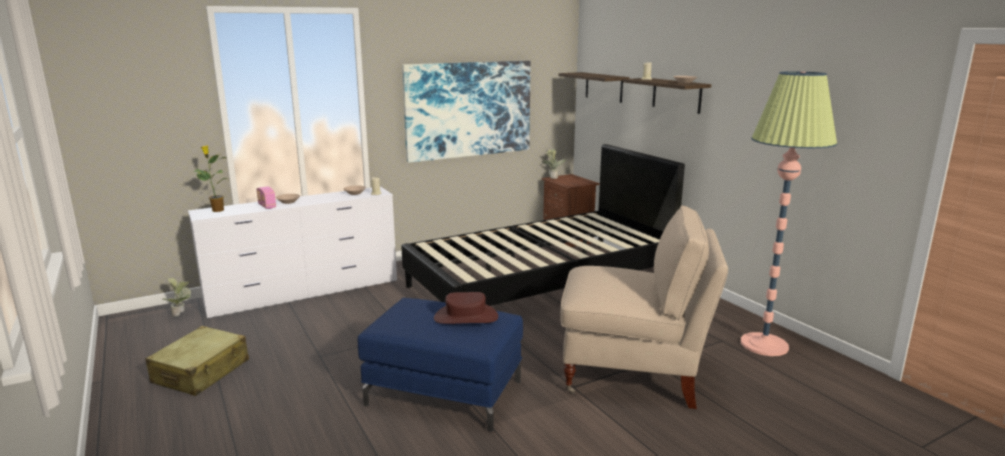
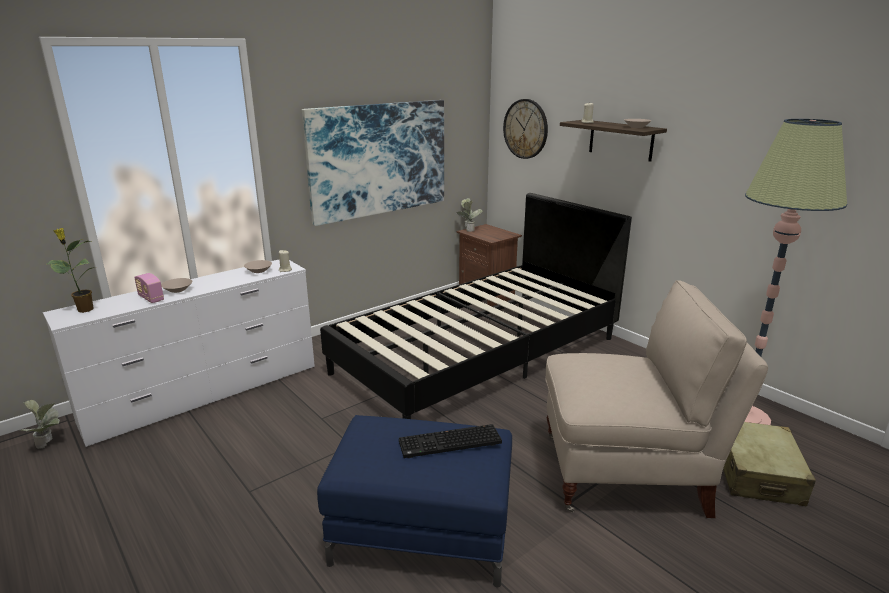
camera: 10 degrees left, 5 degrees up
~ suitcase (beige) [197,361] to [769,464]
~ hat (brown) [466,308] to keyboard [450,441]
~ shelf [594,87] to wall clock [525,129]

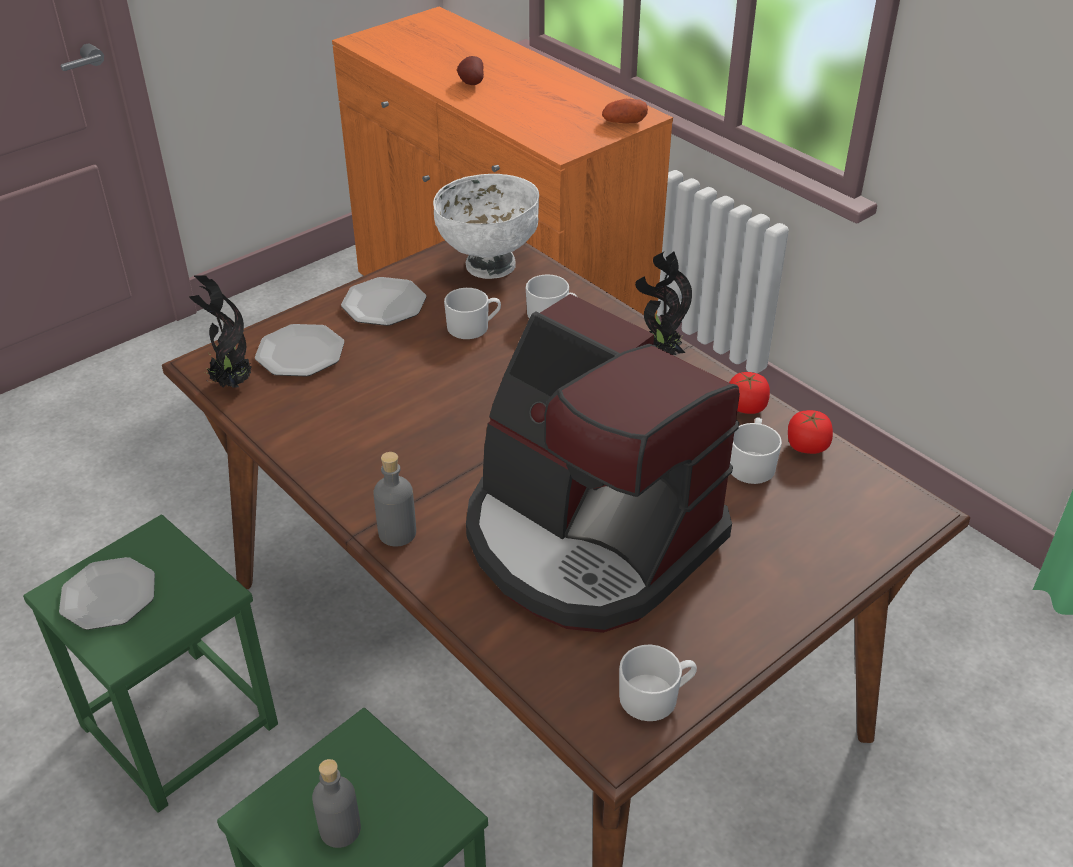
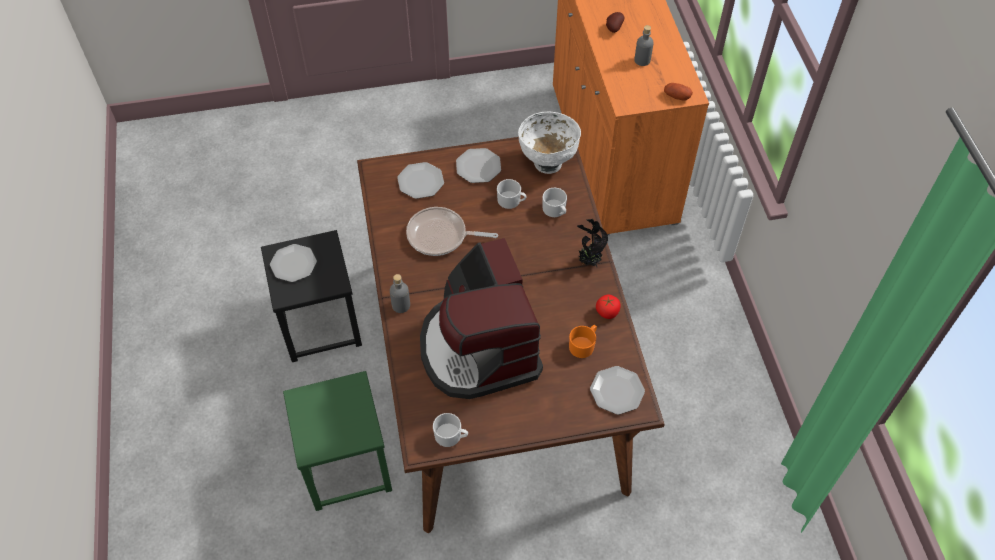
camera: 30 degrees right, 15 degrees up
~ stool (green) [150,664] to stool (black) [311,296]
- potted plant [220,332]
~ bottle (grey) [336,803] to [644,45]
~ mug (white) [756,451] to mug (orange) [583,341]
- tomato [810,432]
+ frying pan [452,231]
+ plate [617,390]

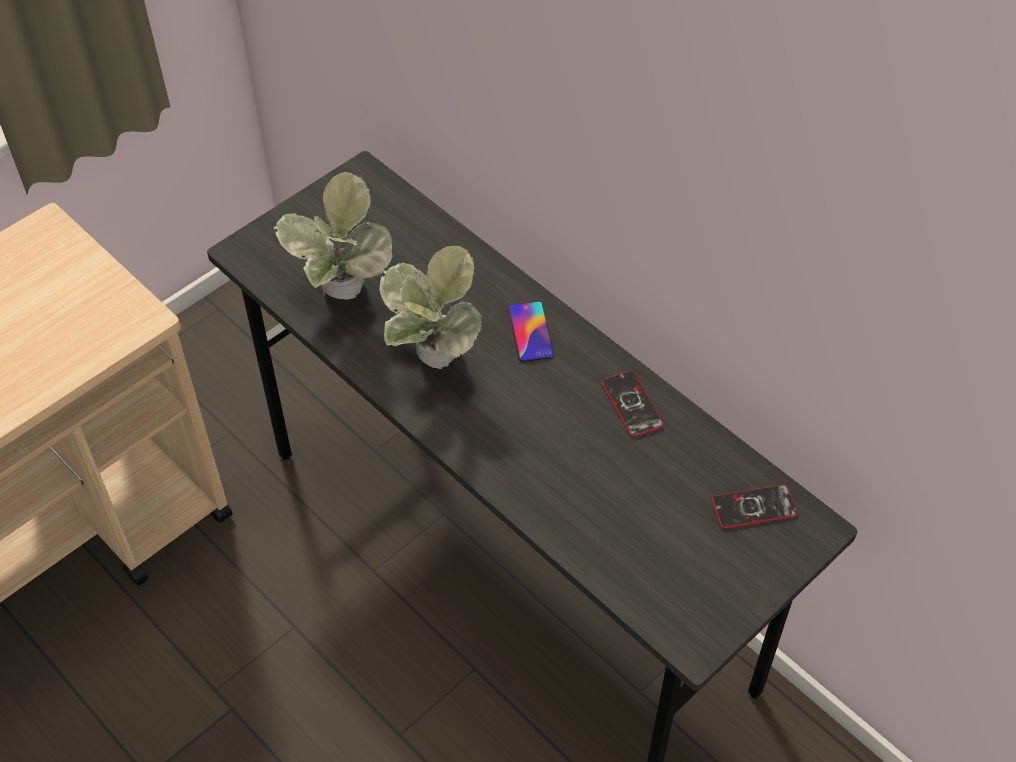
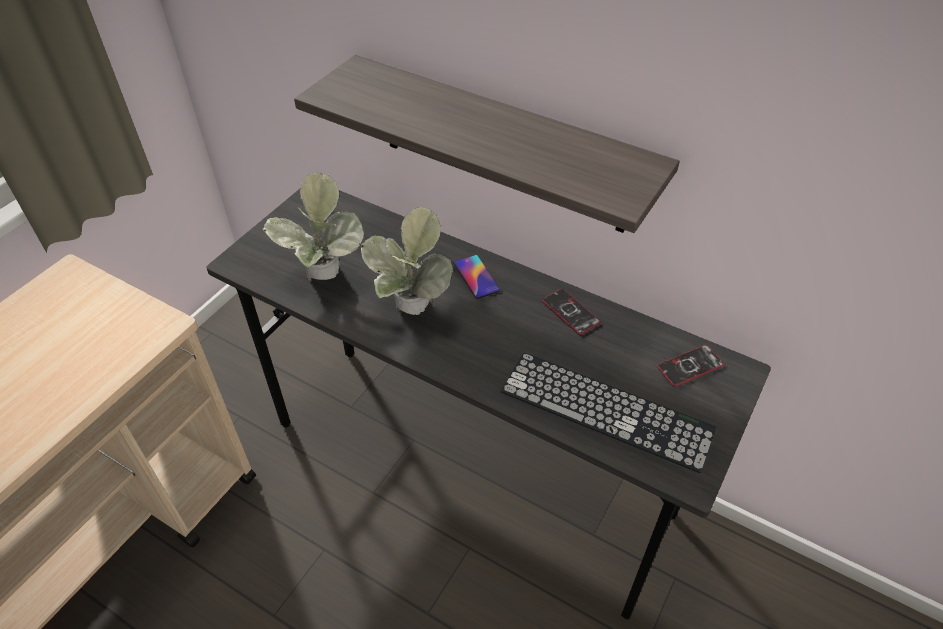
camera: 15 degrees left, 5 degrees down
+ shelf [487,144]
+ keyboard [608,413]

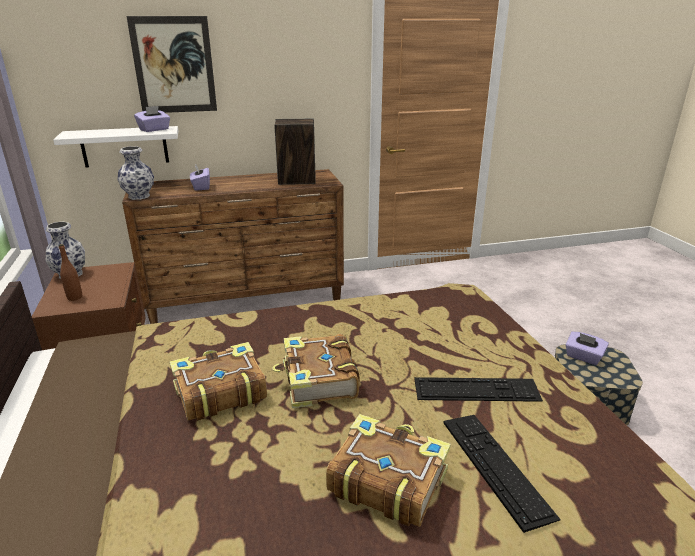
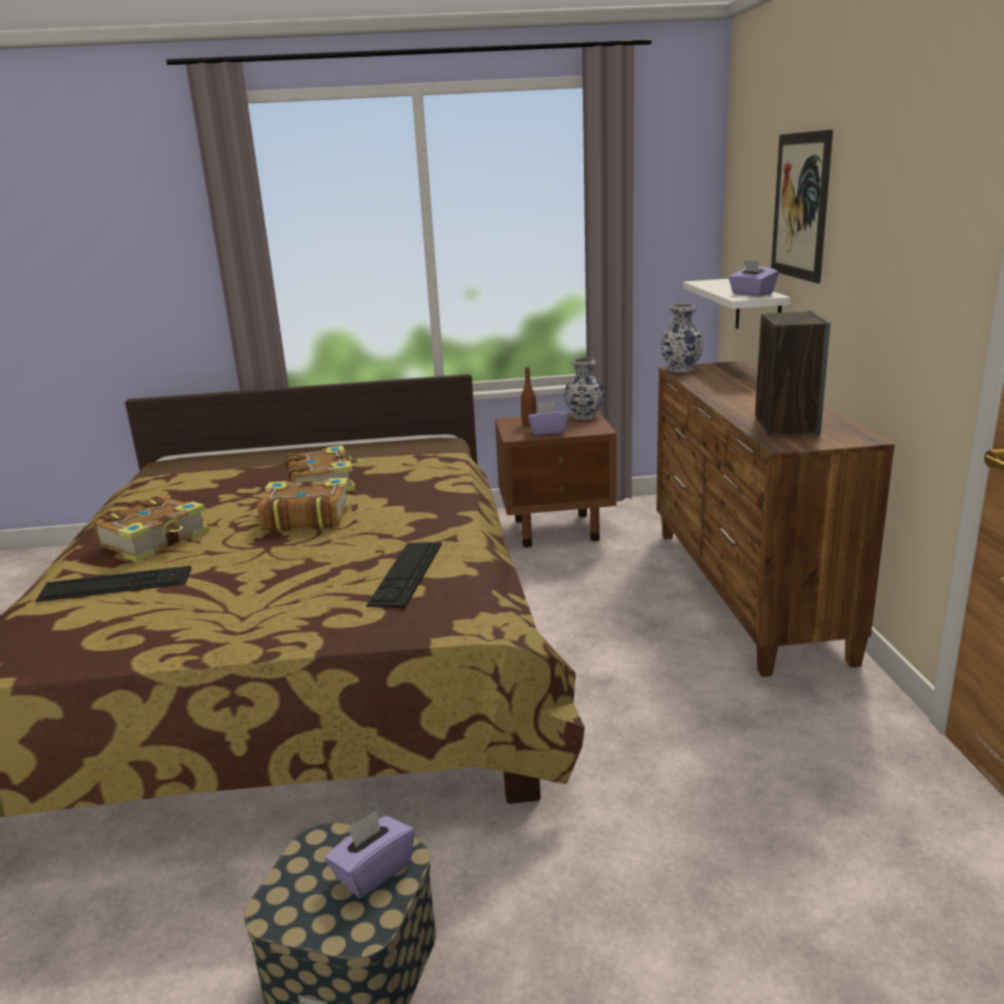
camera: 100 degrees right, 5 degrees down
~ tissue box (purple) [200,177] to [548,418]
~ keyboard [478,389] to [404,575]

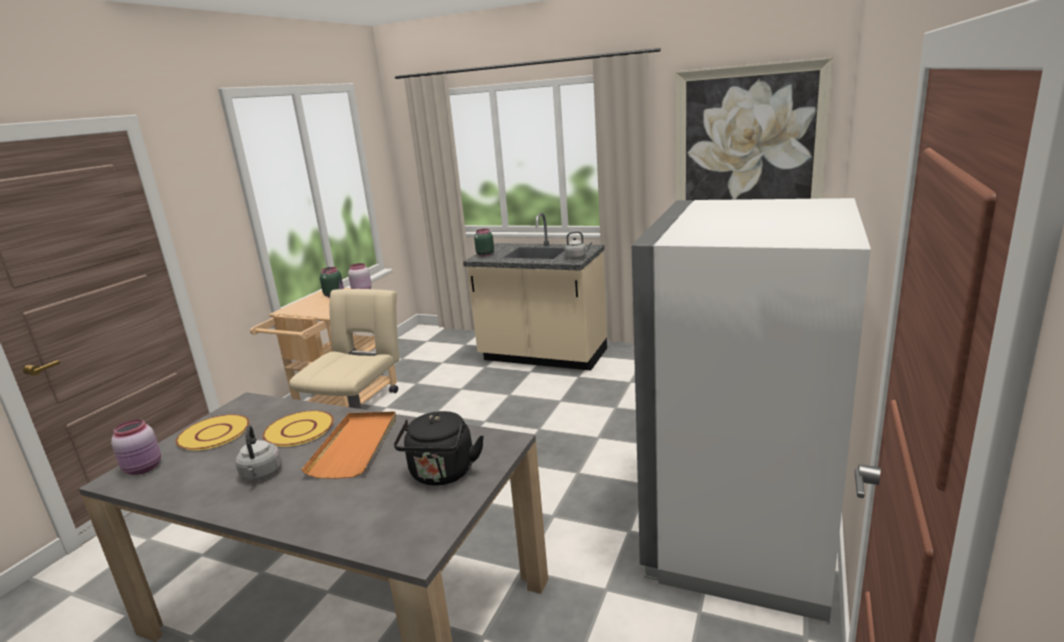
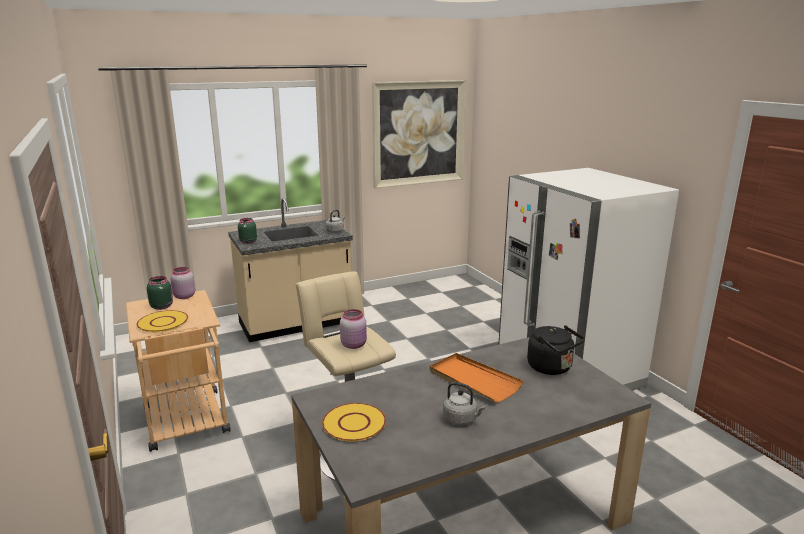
camera: 50 degrees left, 0 degrees up
~ jar (pink) [136,447] to [353,329]
~ plate (yellow) [298,428] to [162,321]

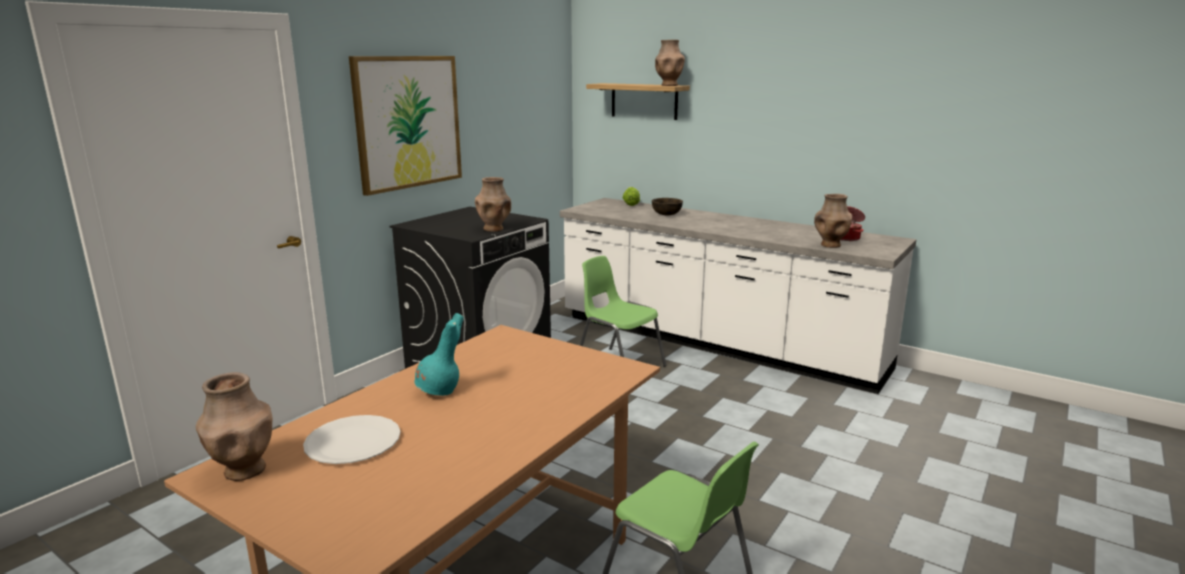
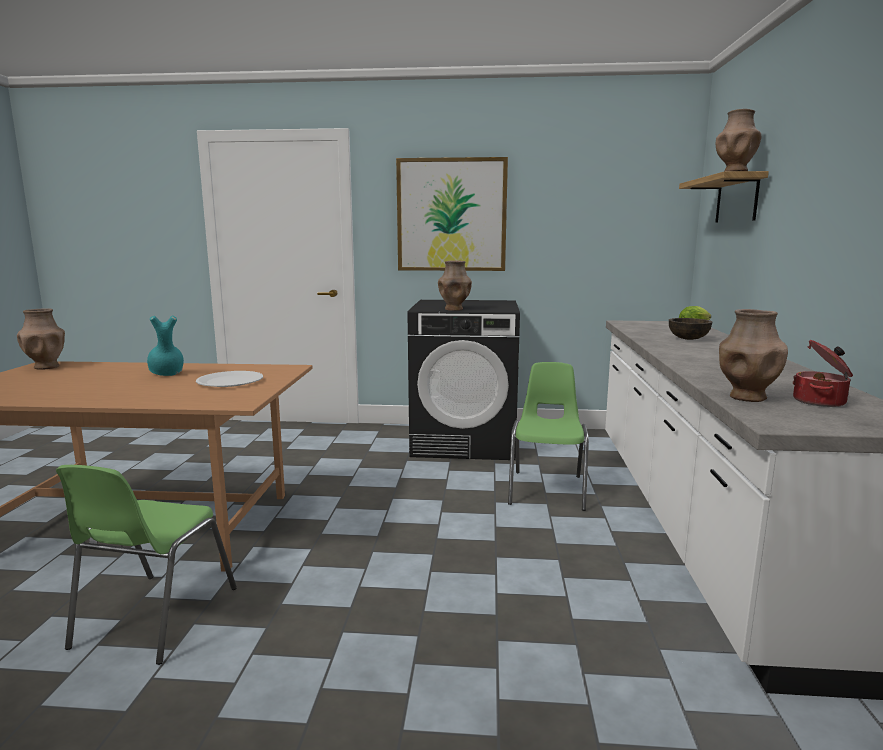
camera: 60 degrees right, 5 degrees down
~ plate (white) [352,439] to [229,379]

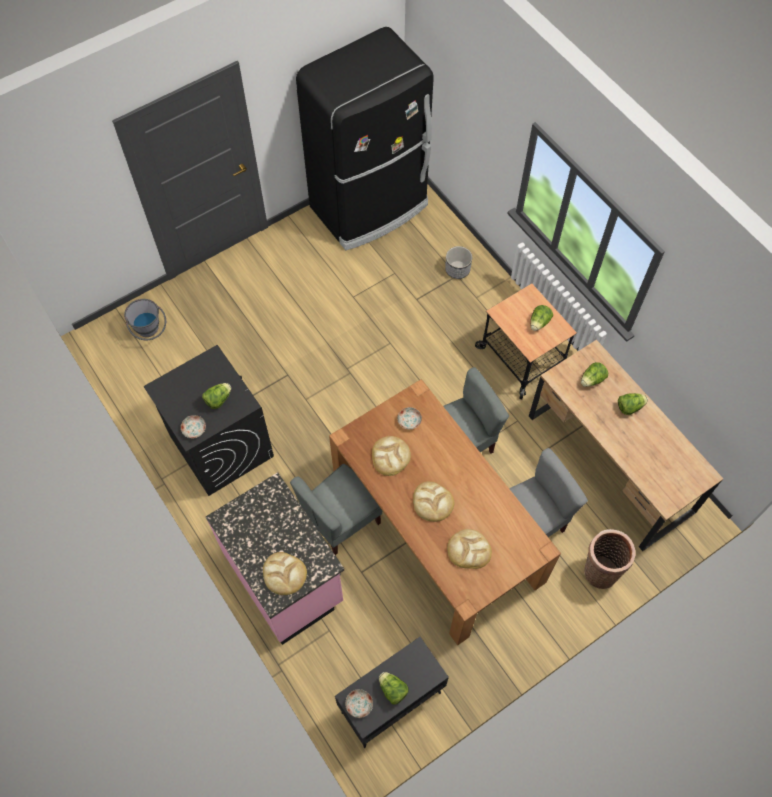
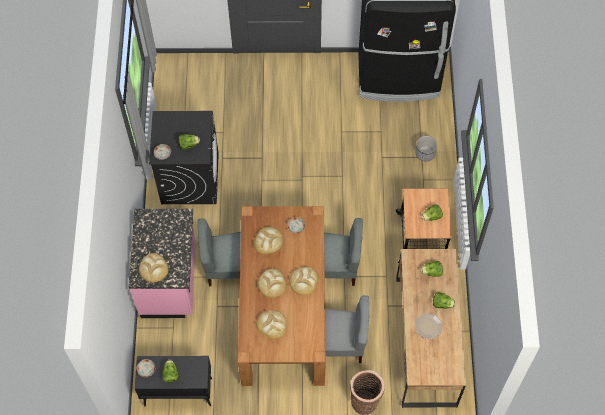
camera: 35 degrees right, 0 degrees up
- bucket (grey) [145,319]
+ bread [304,281]
+ plate [428,326]

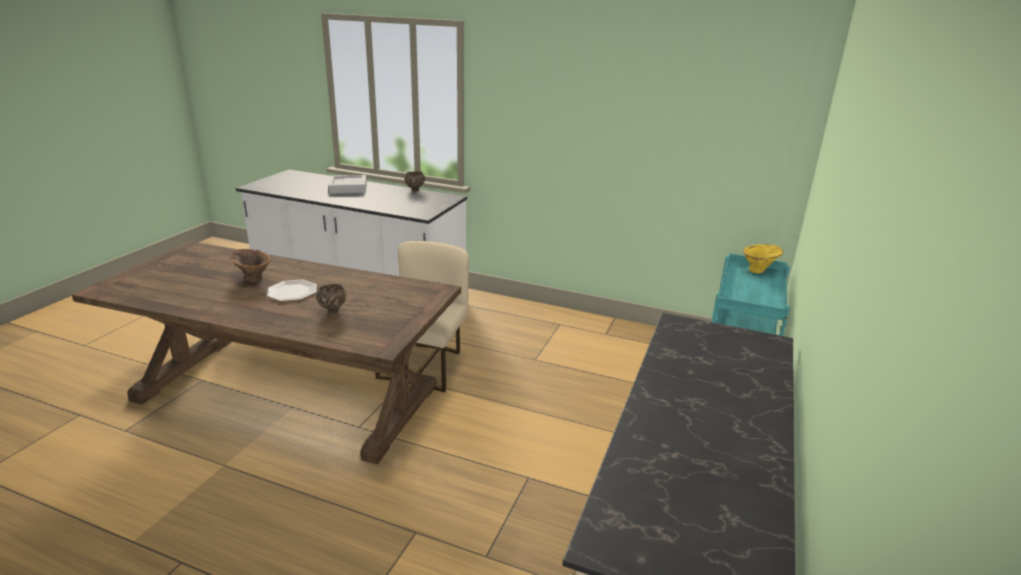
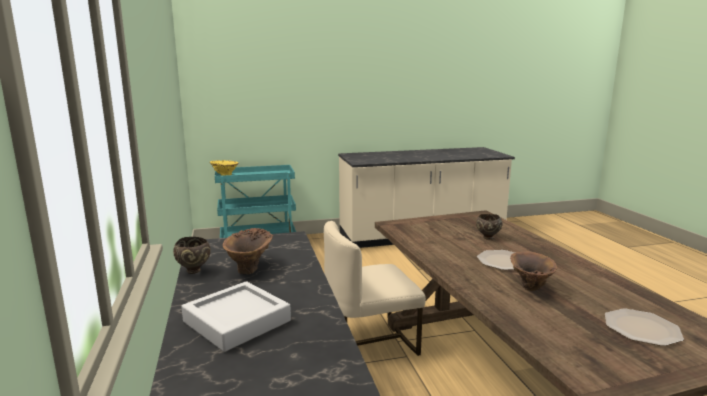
camera: 125 degrees left, 10 degrees down
+ vase (brown) [248,251]
+ plate [644,327]

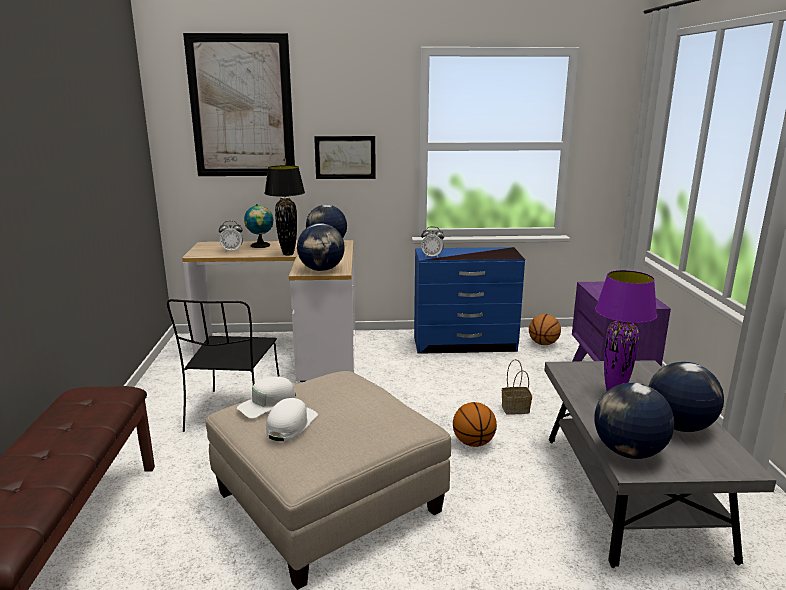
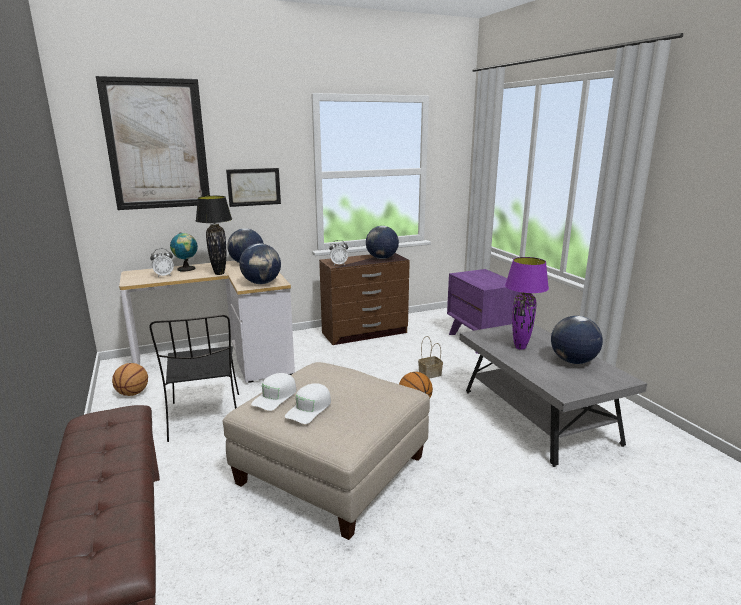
camera: 20 degrees left, 0 degrees up
~ cap (white) [292,419] = [308,403] 150 degrees counterclockwise
~ dresser (blue) [469,300] to dresser (brown) [364,299]
~ basketball [545,329] to [130,379]
~ globe [635,421] to [382,242]

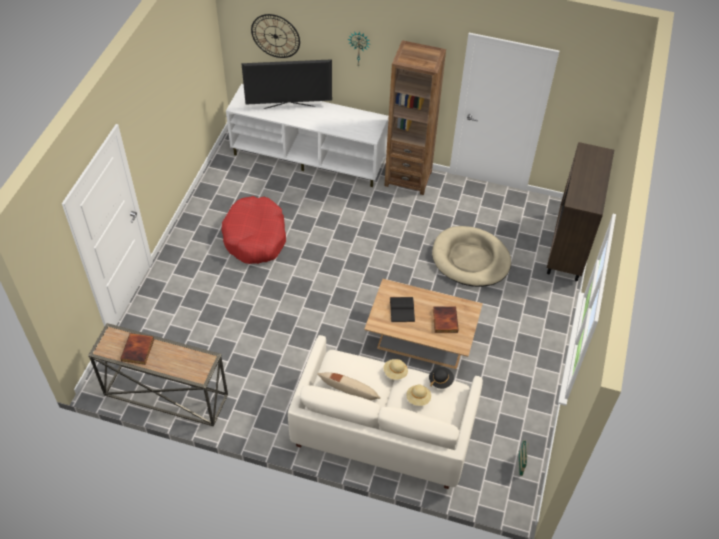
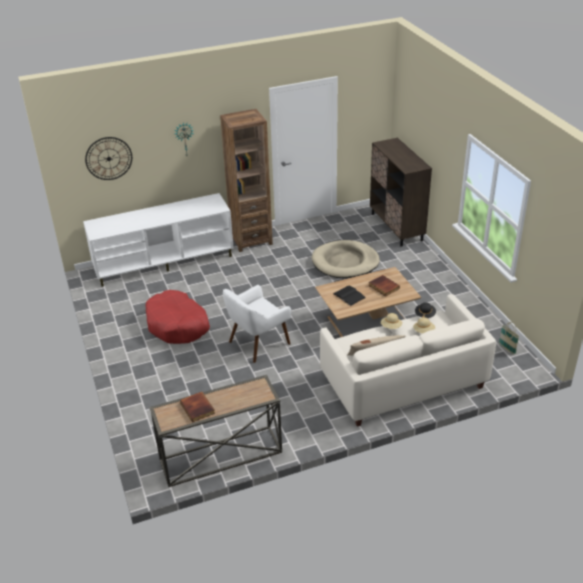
camera: 35 degrees left, 15 degrees down
- television [286,84]
+ armchair (white) [257,324]

